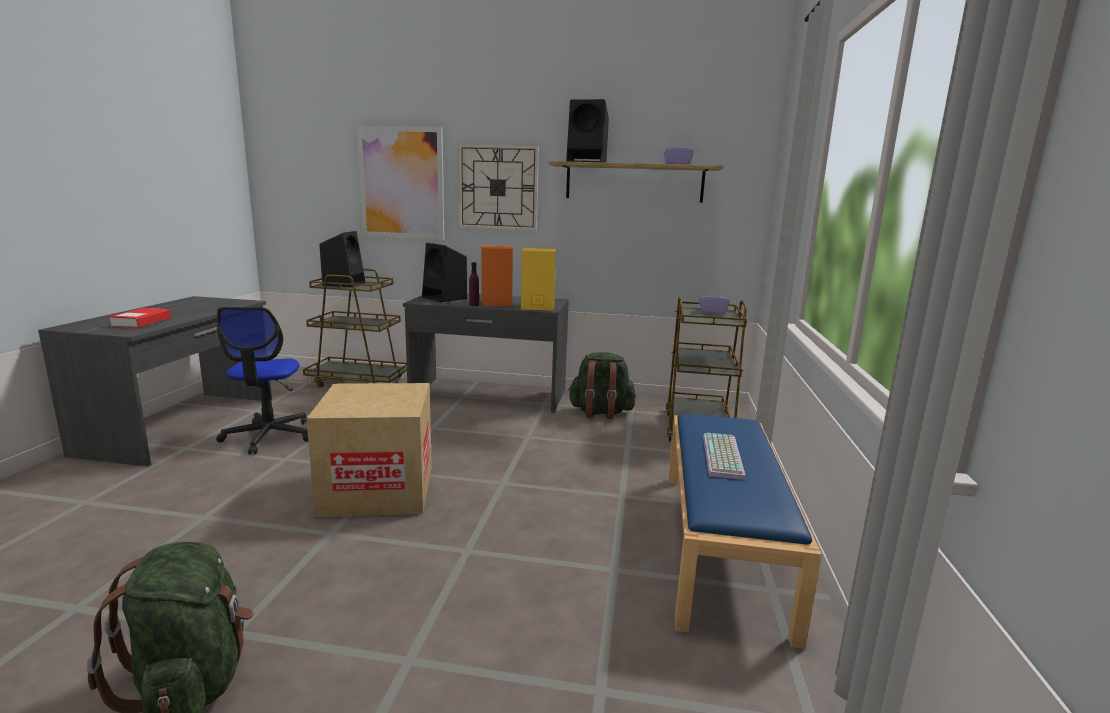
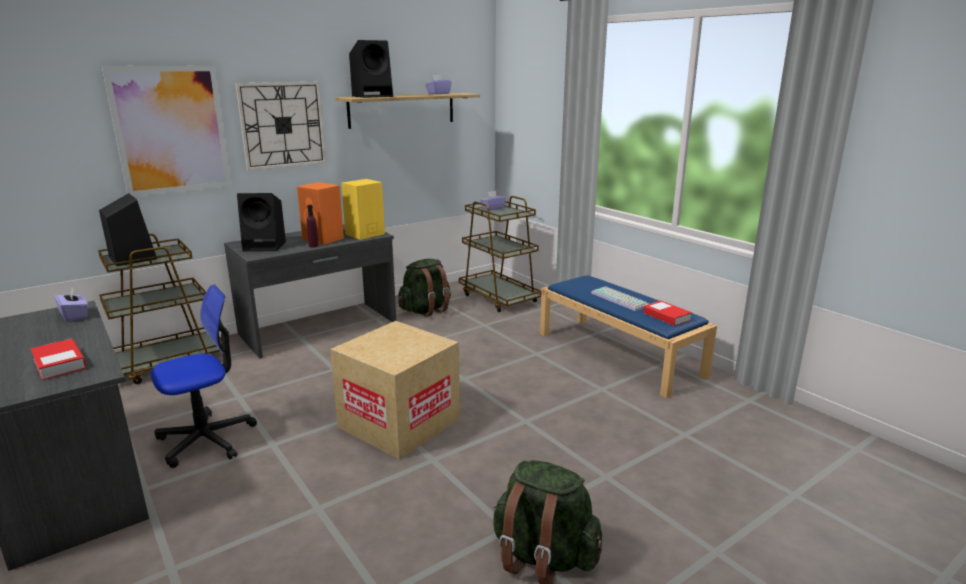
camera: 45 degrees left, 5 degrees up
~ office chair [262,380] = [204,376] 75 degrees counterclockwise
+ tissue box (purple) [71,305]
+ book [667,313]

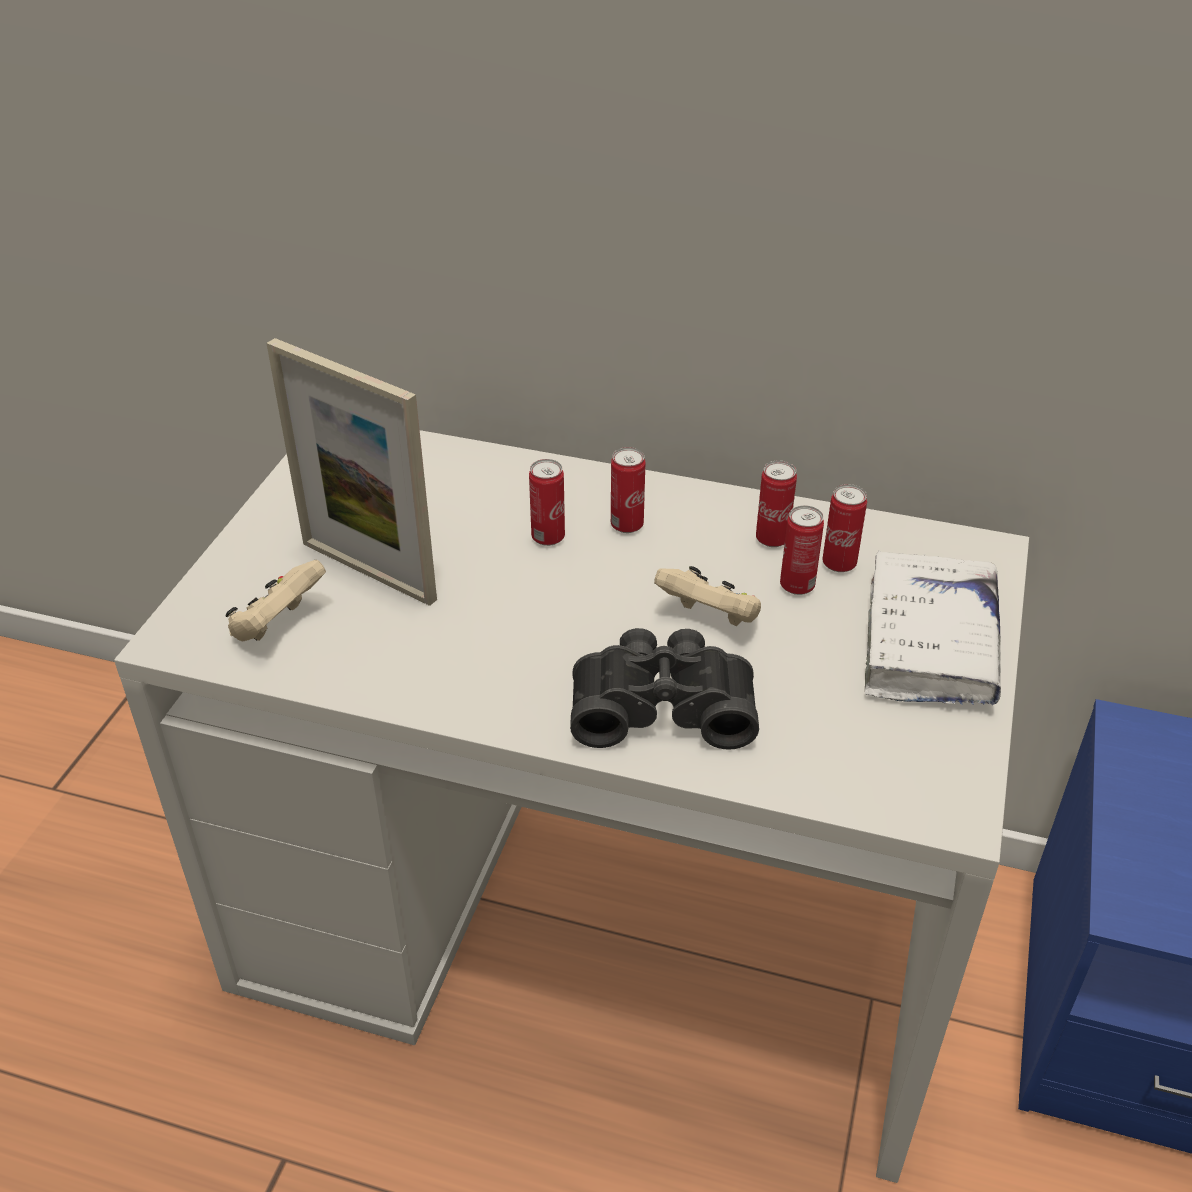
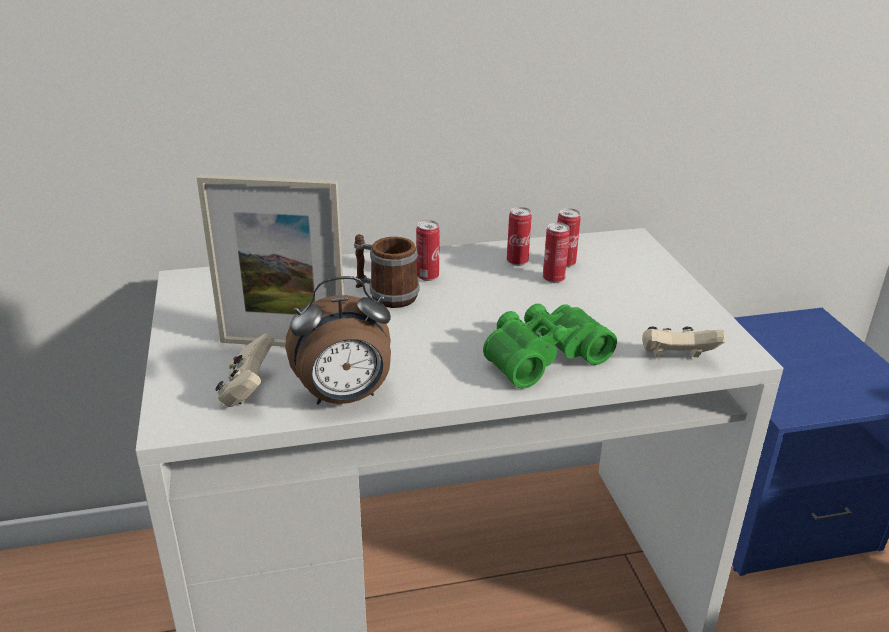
camera: 30 degrees left, 10 degrees down
~ can [547,502] to mug [387,271]
~ binoculars (black) [664,689] to binoculars (green) [550,345]
~ game controller (beige) [707,596] to [684,342]
- book (white) [933,628]
+ alarm clock [338,340]

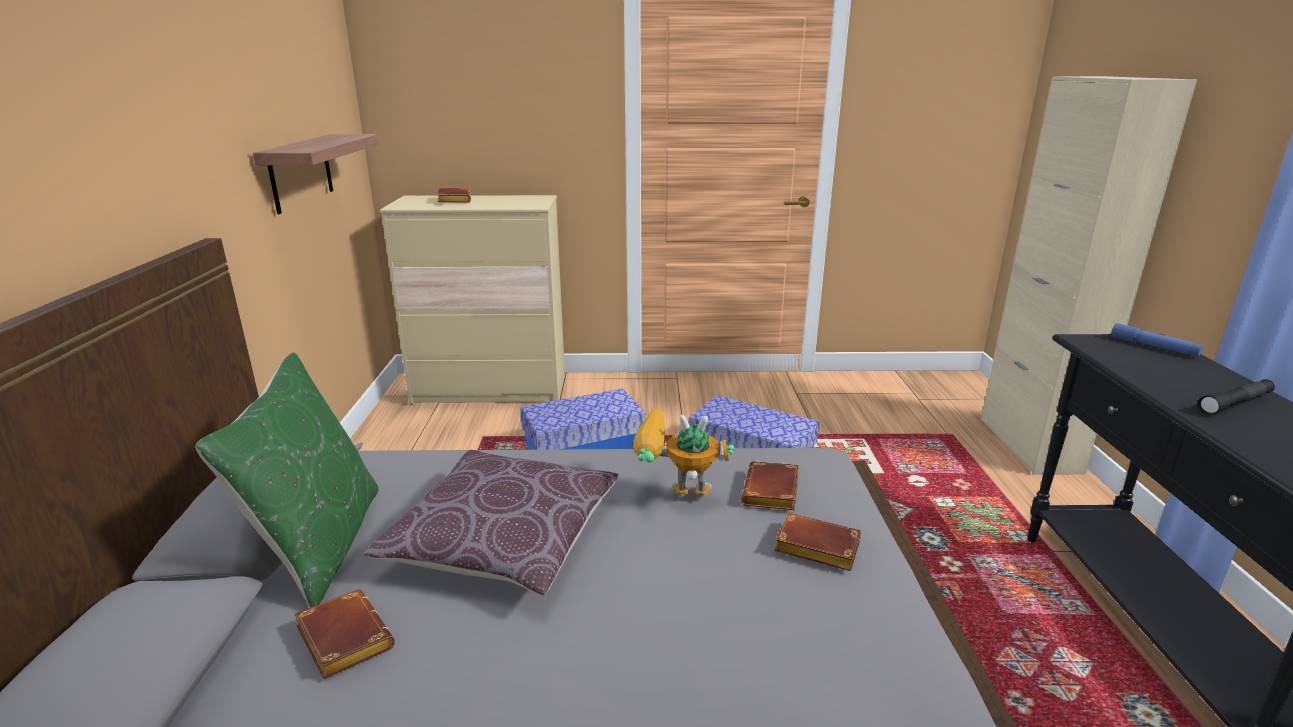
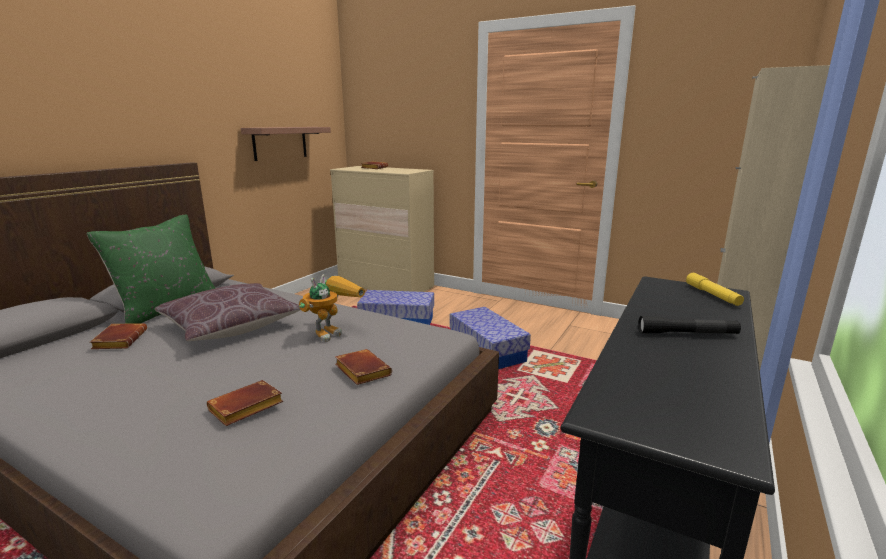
camera: 30 degrees right, 5 degrees down
~ toy robot [684,452] = [332,308] 90 degrees clockwise
~ book (brown) [770,485] to [245,403]
~ flashlight (blue) [1157,340] to flashlight (yellow) [715,289]

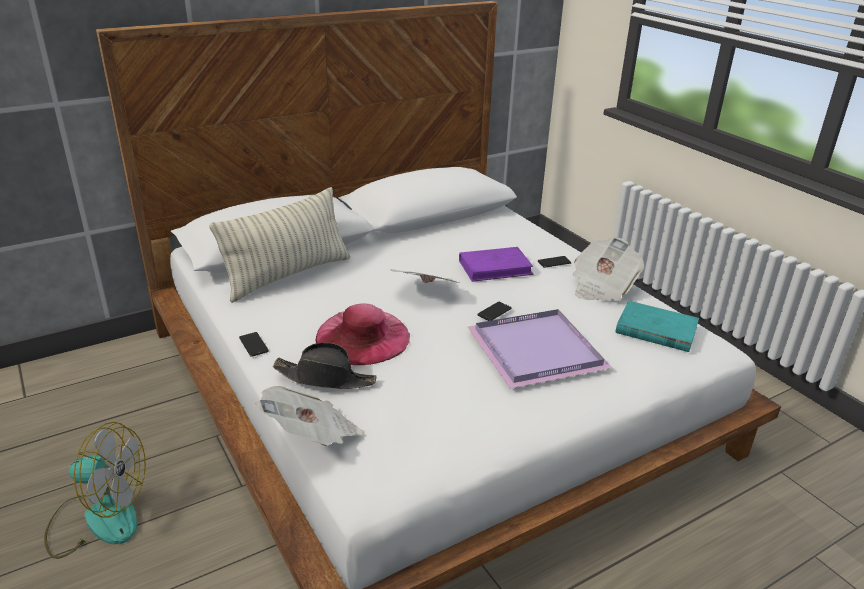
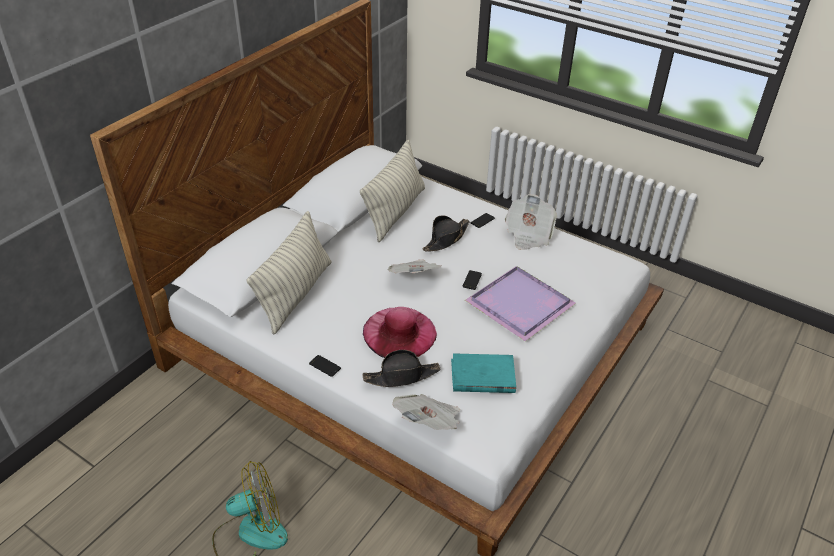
camera: 25 degrees left, 10 degrees up
~ book (purple) [496,264] to hat (black) [446,233]
~ book (turquoise) [657,326] to [483,373]
+ pillow [392,191]

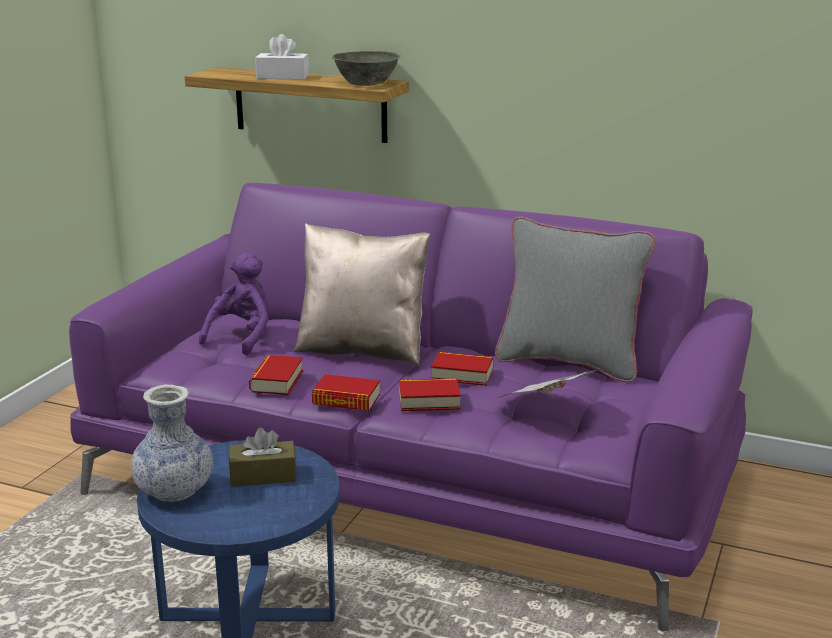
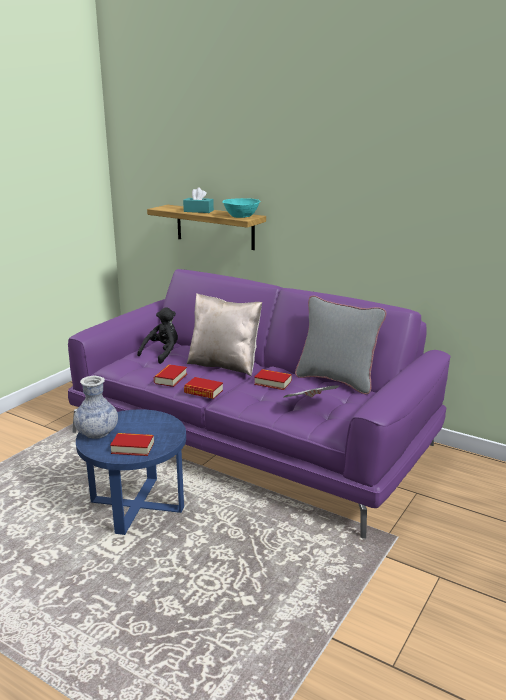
camera: 10 degrees right, 0 degrees up
~ plush toy (purple) [234,303] to plush toy (black) [157,335]
- tissue box (brown) [263,457]
~ tissue box (white) [282,57] to tissue box (turquoise) [198,200]
~ bowl (grey) [366,68] to bowl (turquoise) [241,208]
~ book [430,394] to [132,444]

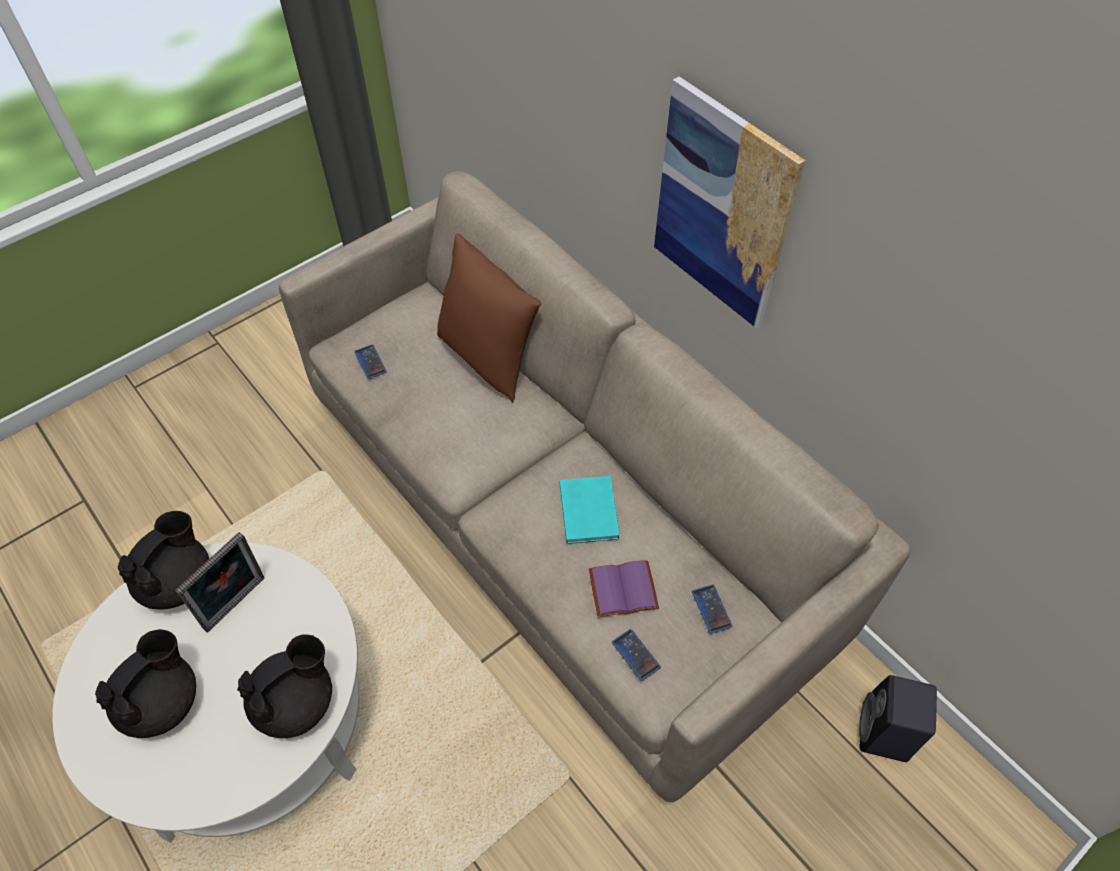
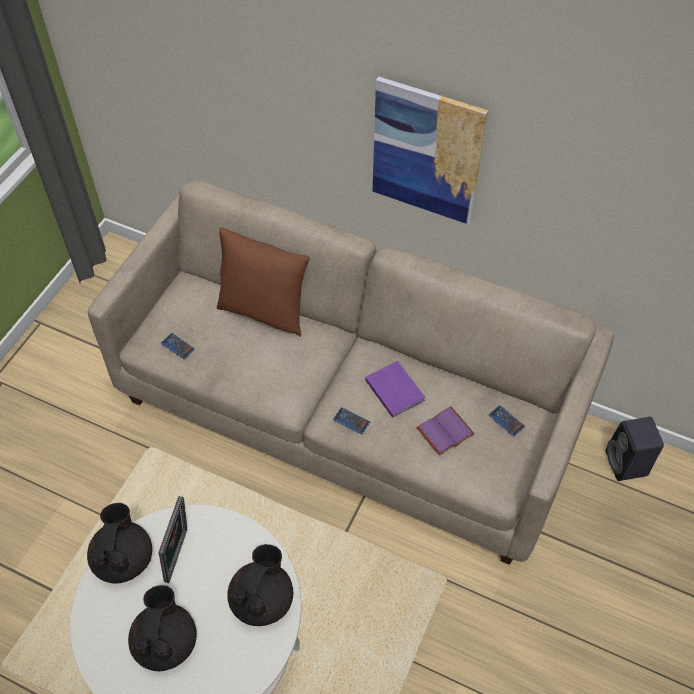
camera: 25 degrees left, 0 degrees up
~ book (turquoise) [589,510] to book (purple) [395,389]
~ phone [636,655] to [351,420]

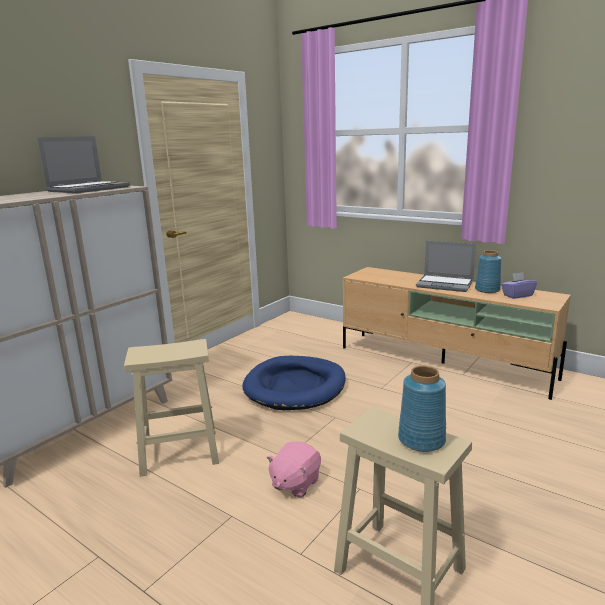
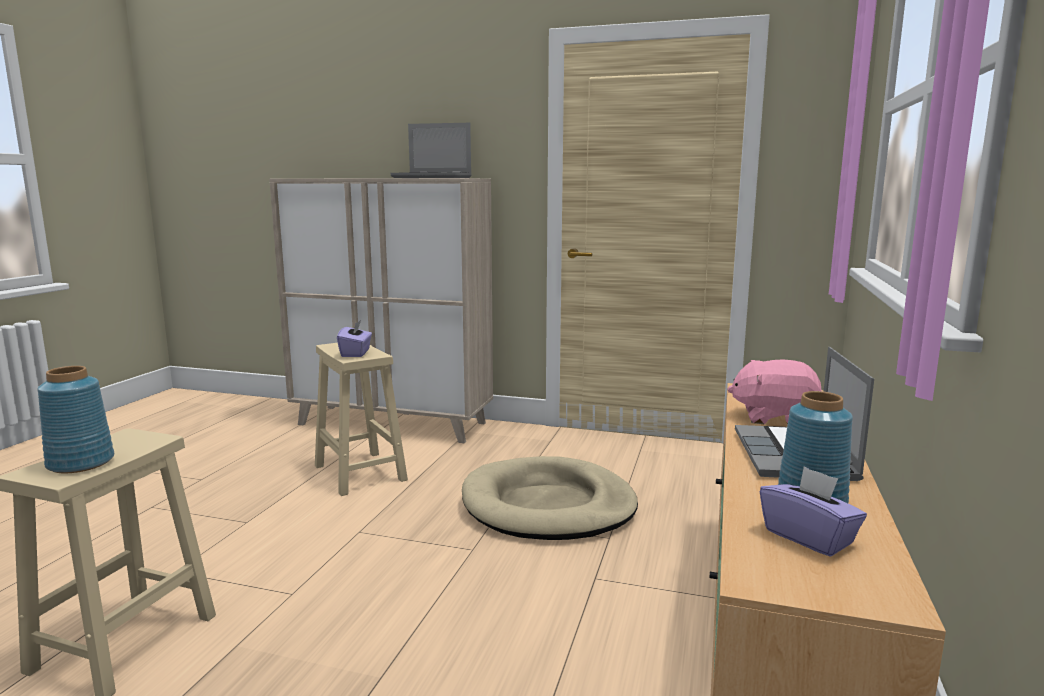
camera: 70 degrees right, 5 degrees down
~ dog bed (blue) [294,383] to dog bed (beige) [550,498]
~ plush toy (pink) [293,469] to [774,391]
+ tissue box (purple) [354,338]

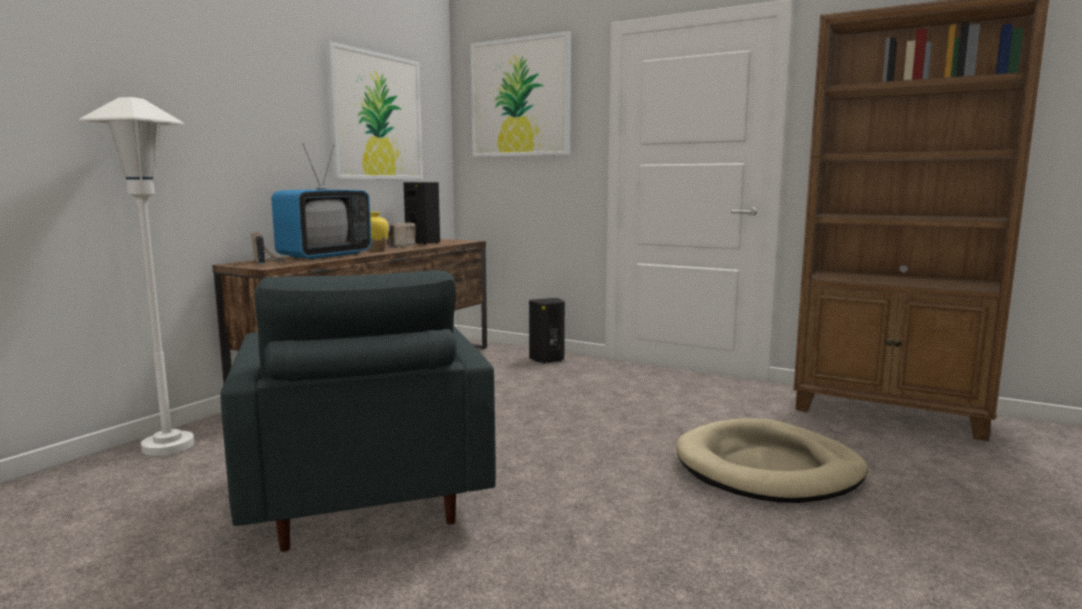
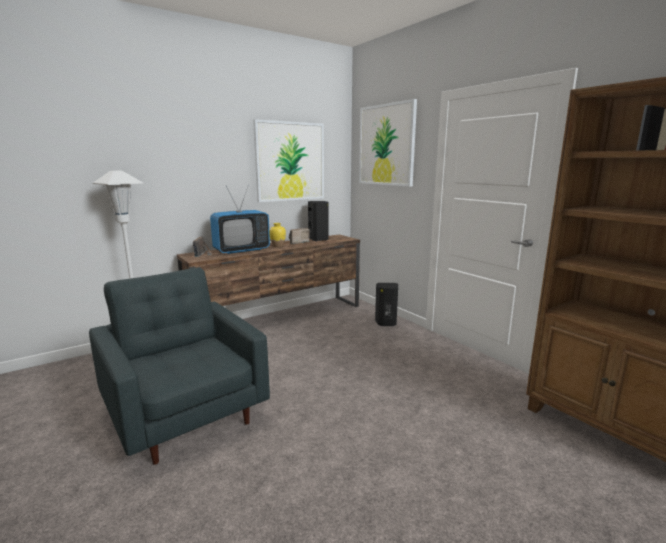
camera: 25 degrees right, 5 degrees up
~ armchair (grey) [358,411] = [179,366] 135 degrees clockwise
- dog bed (beige) [772,460]

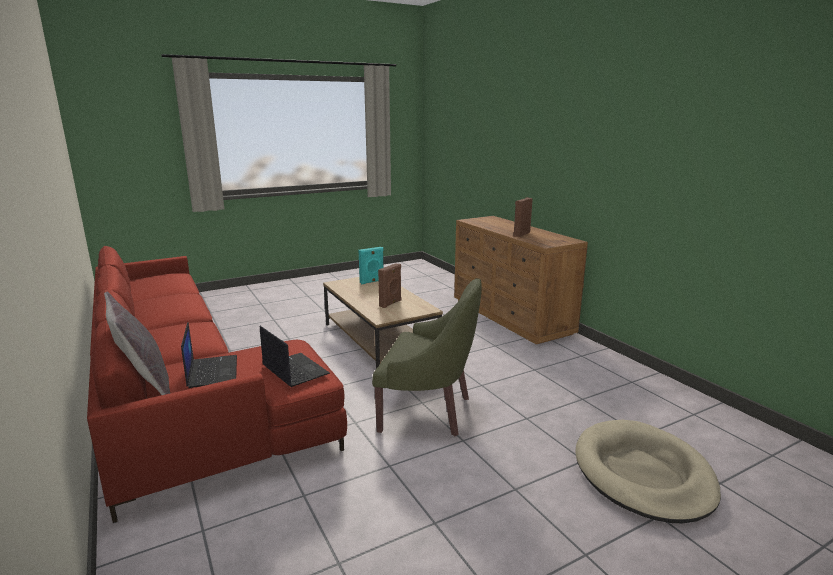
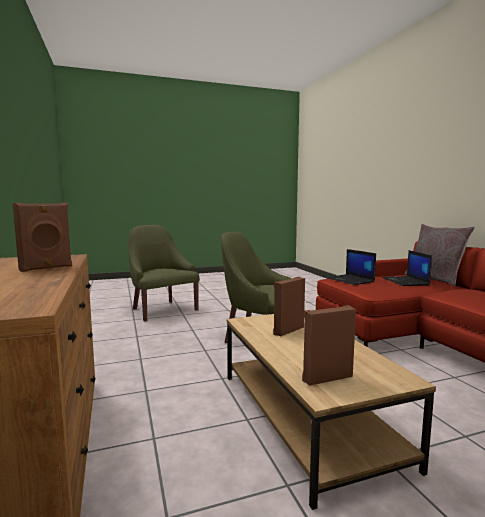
camera: 170 degrees left, 10 degrees down
~ speaker (turquoise) [371,265] to speaker (brown) [329,345]
~ dog bed (beige) [648,471] to armchair (green) [164,273]

